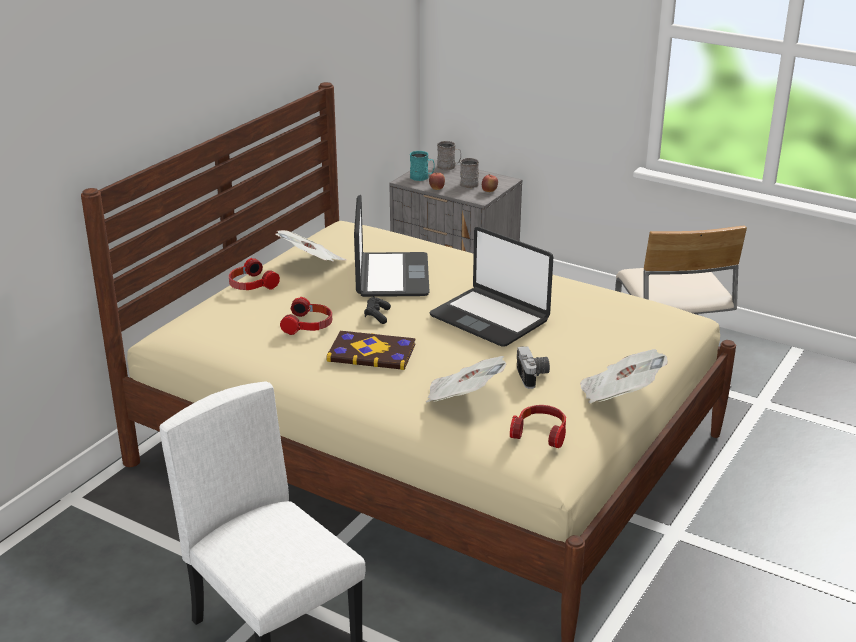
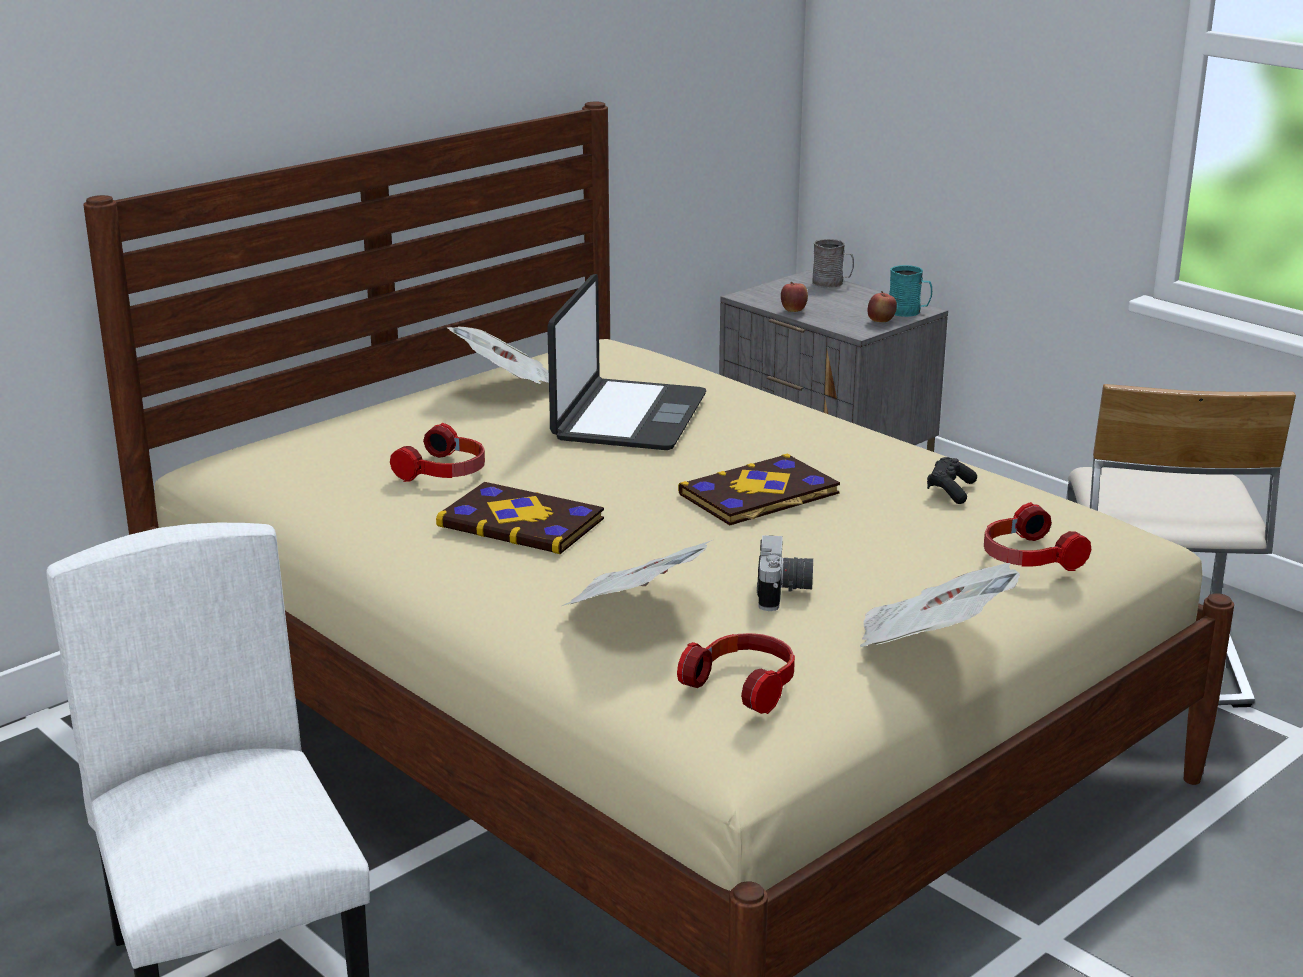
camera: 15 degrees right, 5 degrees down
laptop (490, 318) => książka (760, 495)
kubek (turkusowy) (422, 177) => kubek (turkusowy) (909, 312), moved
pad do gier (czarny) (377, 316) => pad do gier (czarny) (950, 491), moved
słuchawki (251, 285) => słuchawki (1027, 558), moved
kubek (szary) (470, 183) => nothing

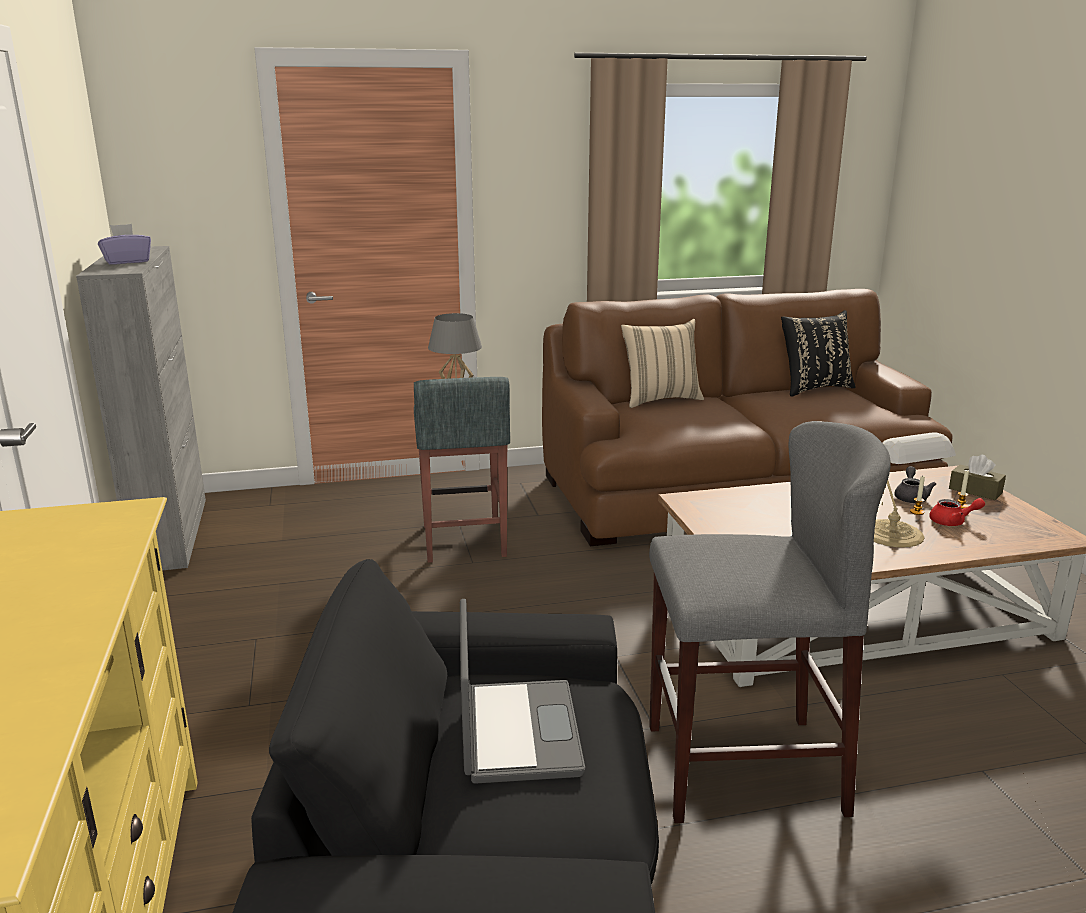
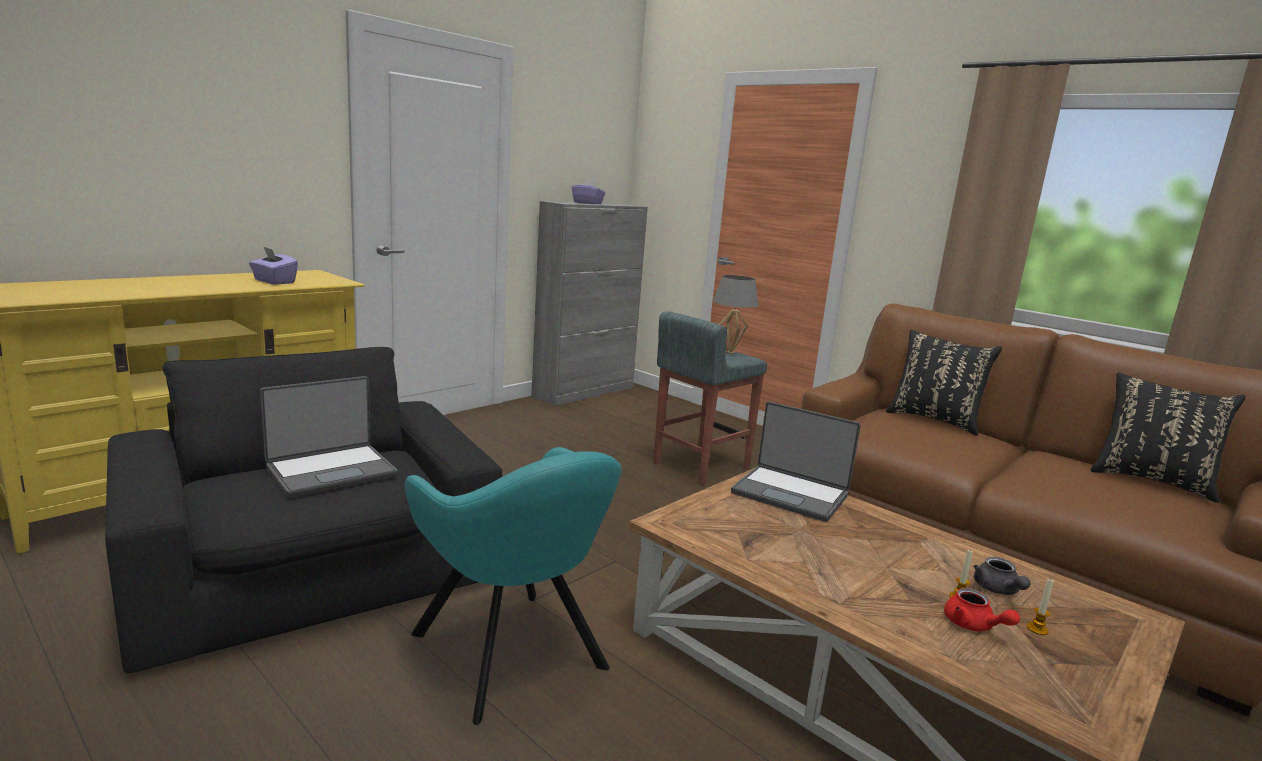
camera: 55 degrees right, 5 degrees down
nothing => pudełko chusteczek (fioletowy) (274, 282)
stołek (szary) (742, 768) => fotel (turkusowy) (512, 655)
nothing => laptop (790, 494)
poduszka (beżowy) (660, 399) => poduszka (czarny) (934, 420)
imbryk (szary) (911, 497) => imbryk (szary) (997, 590), 105 degrees clockwise
lampa stołowa (894, 535) => nothing
pudełko chusteczek (brązowy) (975, 491) => nothing

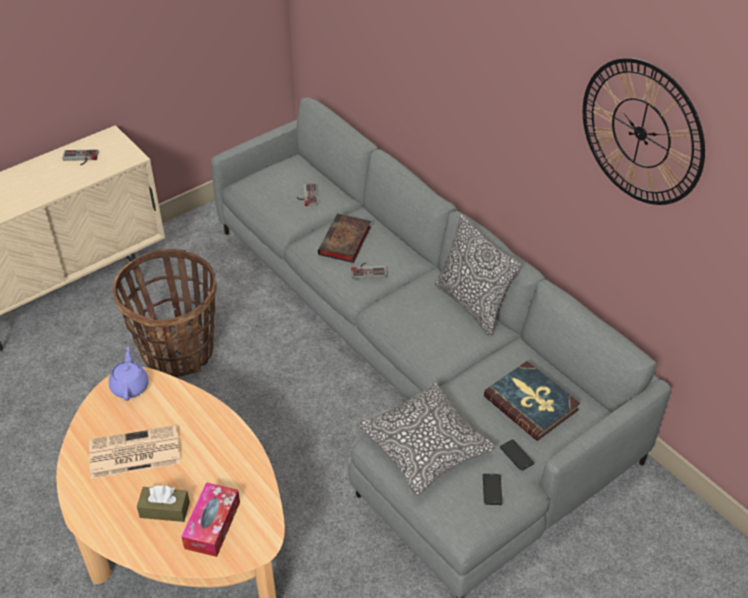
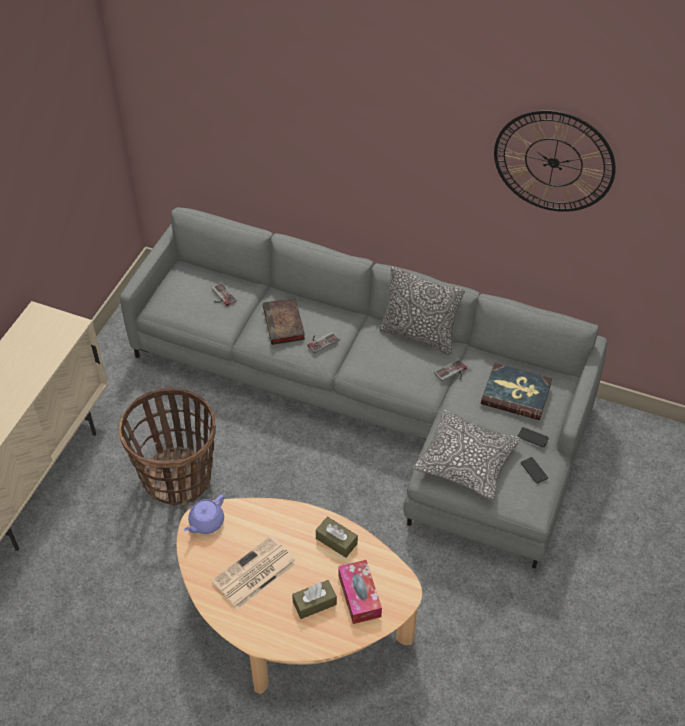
camera: 30 degrees left, 5 degrees up
imbryk (fioletowy) (130, 386) => imbryk (fioletowy) (206, 522), 105 degrees counterclockwise
nothing => pudełko chusteczek (brązowy) (336, 541)
pad do gier (80, 159) => pad do gier (452, 374), moved

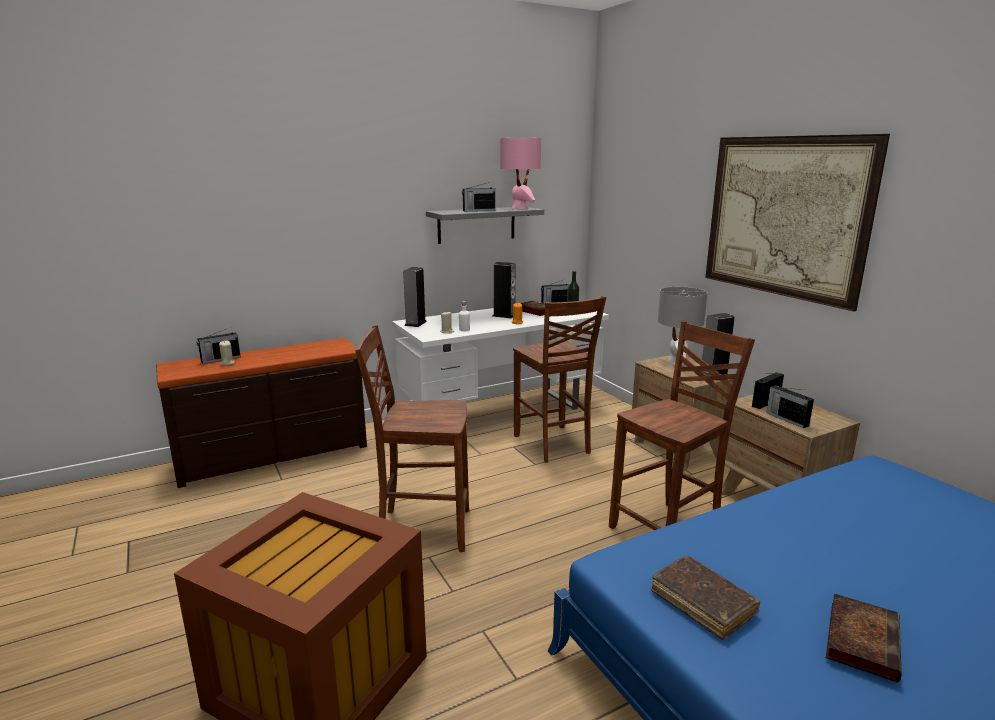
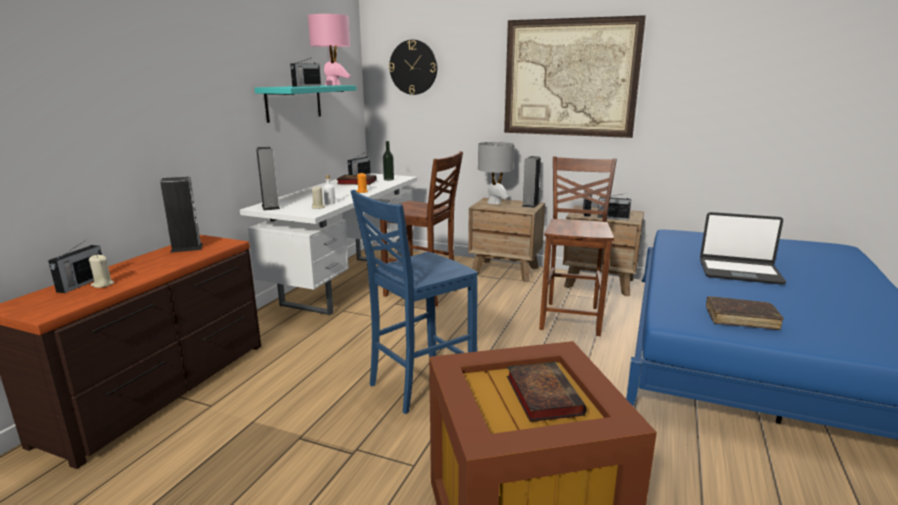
camera: 40 degrees left, 0 degrees up
głośnik (504, 315) => głośnik (186, 248), moved
półka (szary) (476, 224) => półka (turkusowy) (294, 102)
krzesło (brązowy) (422, 528) => krzesło (niebieski) (419, 384)
nothing => zegar ścienny (413, 67)
książka (861, 639) => książka (541, 394), moved
nothing => laptop (739, 272)

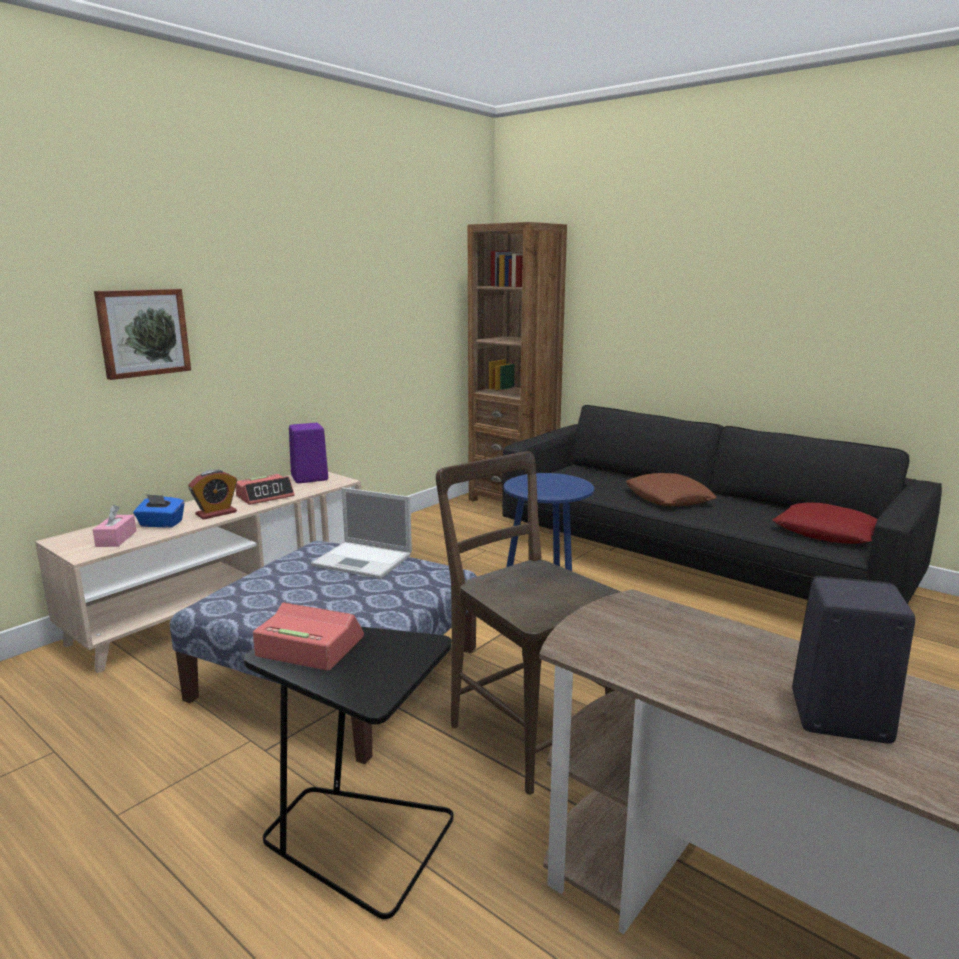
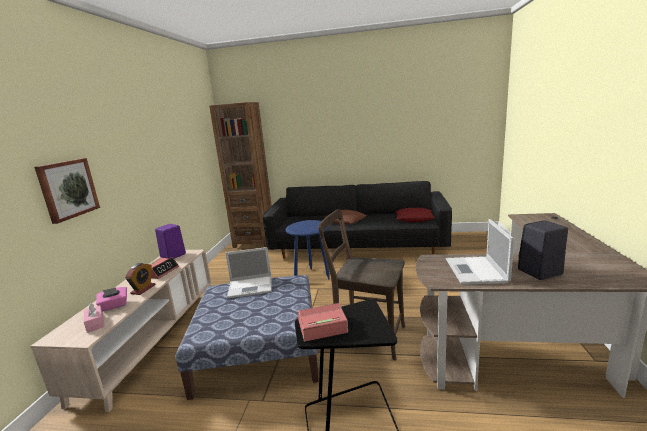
camera: 30 degrees left, 0 degrees up
pudełko chusteczek (niebieski) (161, 524) => pudełko chusteczek (różowy) (114, 306)
nothing => laptop (476, 271)

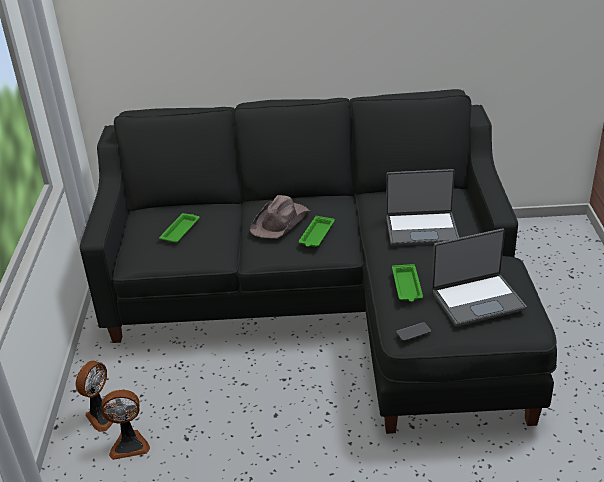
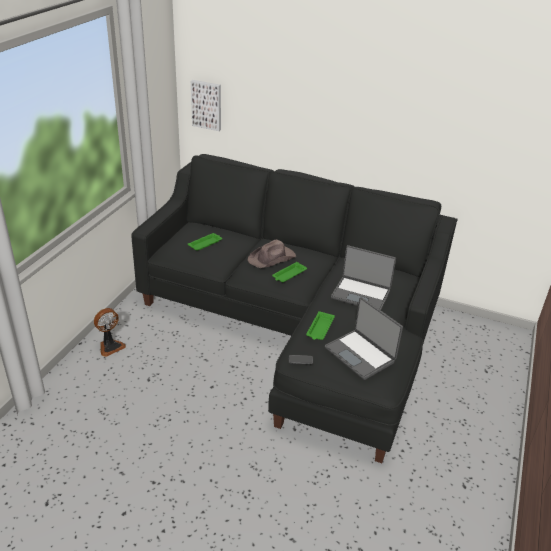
camera: 20 degrees right, 0 degrees up
nothing => obraz (207, 105)
laptop (477, 300) => laptop (360, 354), 45 degrees clockwise
wentylator (129, 444) => nothing

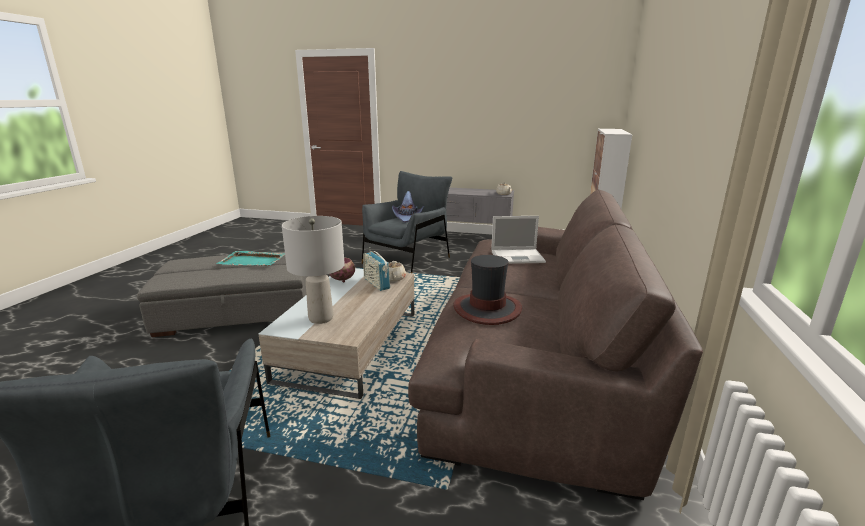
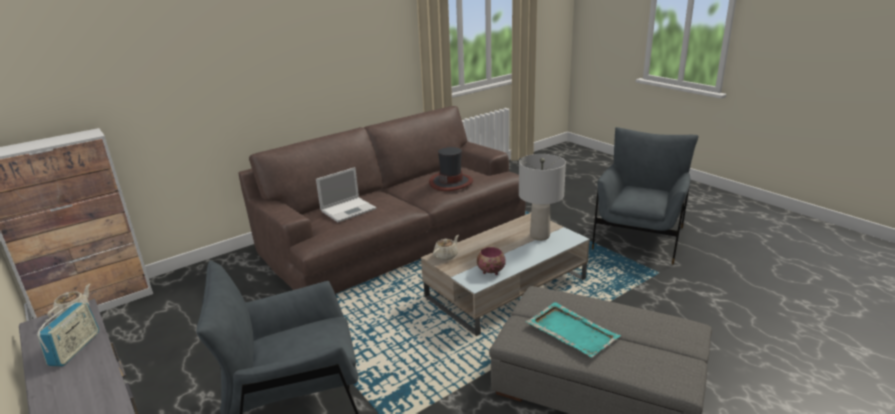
camera: 140 degrees left, 5 degrees up
radio (376, 283) => radio (75, 349), moved
laptop (518, 257) => laptop (349, 209), 105 degrees clockwise
kapelusz (fioletowy) (407, 217) => nothing

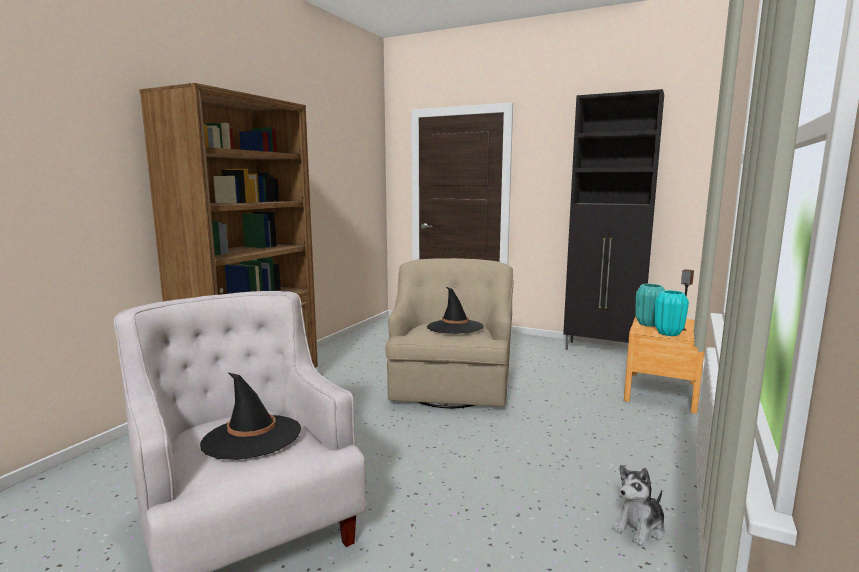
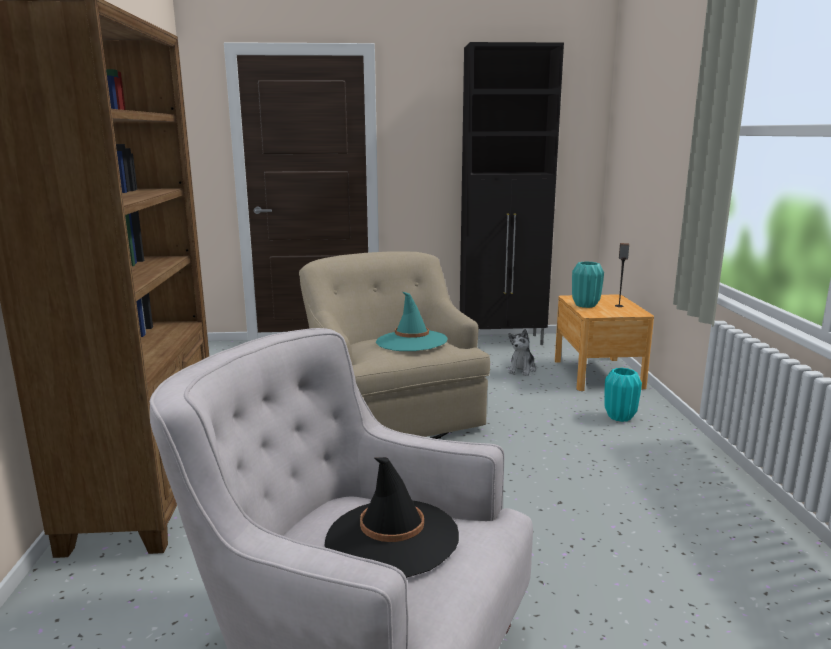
camera: 30 degrees left, 5 degrees up
kapelusz (czarny) (455, 327) => kapelusz (turkusowy) (411, 341)
pluszak (640, 528) => pluszak (522, 369), moved
wazon (turkusowy) (669, 333) => wazon (turkusowy) (620, 417), moved

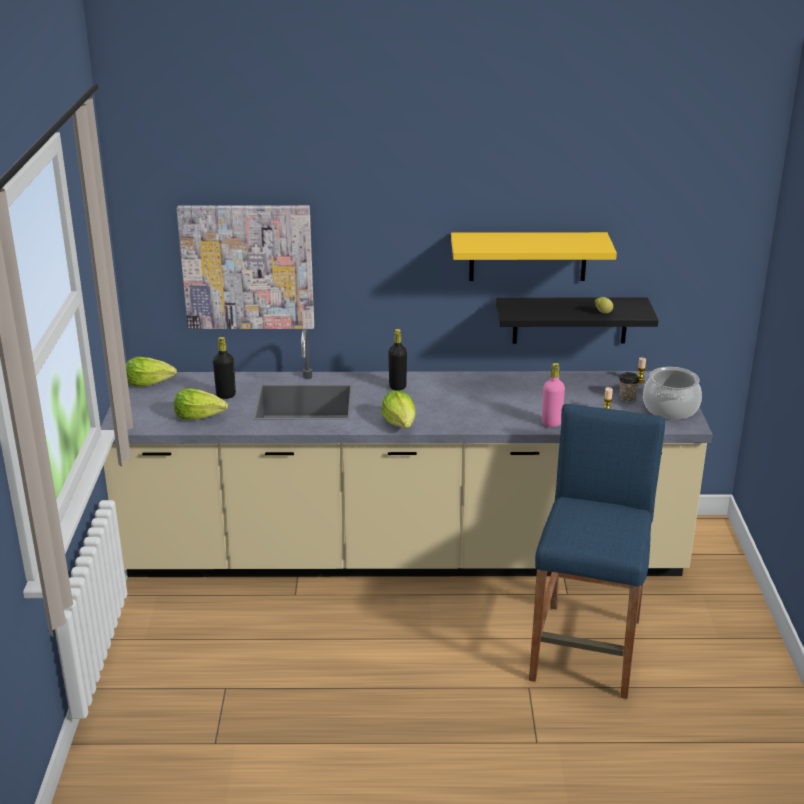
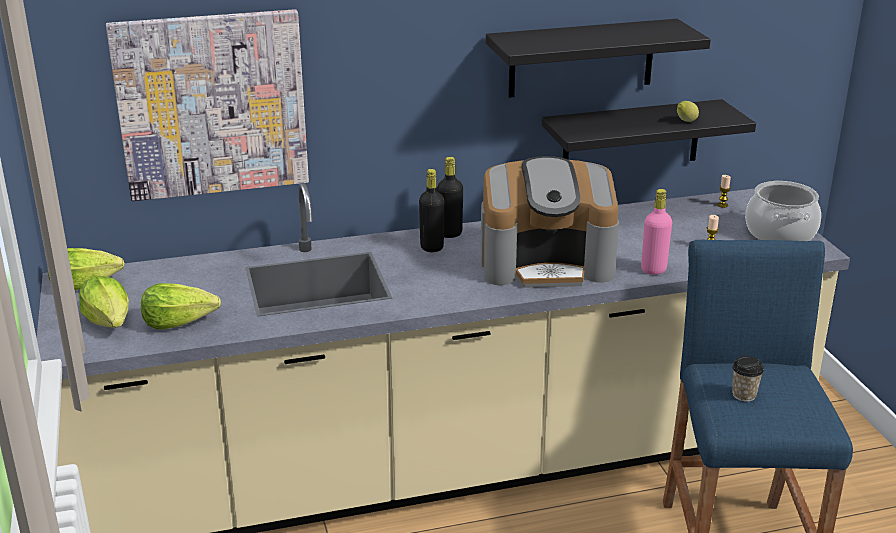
camera: 15 degrees left, 0 degrees up
sałata (400, 423) => sałata (110, 322), moved
butelka (czarny) (226, 395) => butelka (czarny) (450, 233), moved
nothing => ekspres do kawy (547, 263)
półka (żółty) (528, 256) => półka (czarny) (581, 58)
filiżanka (627, 398) => filiżanka (744, 395), moved

